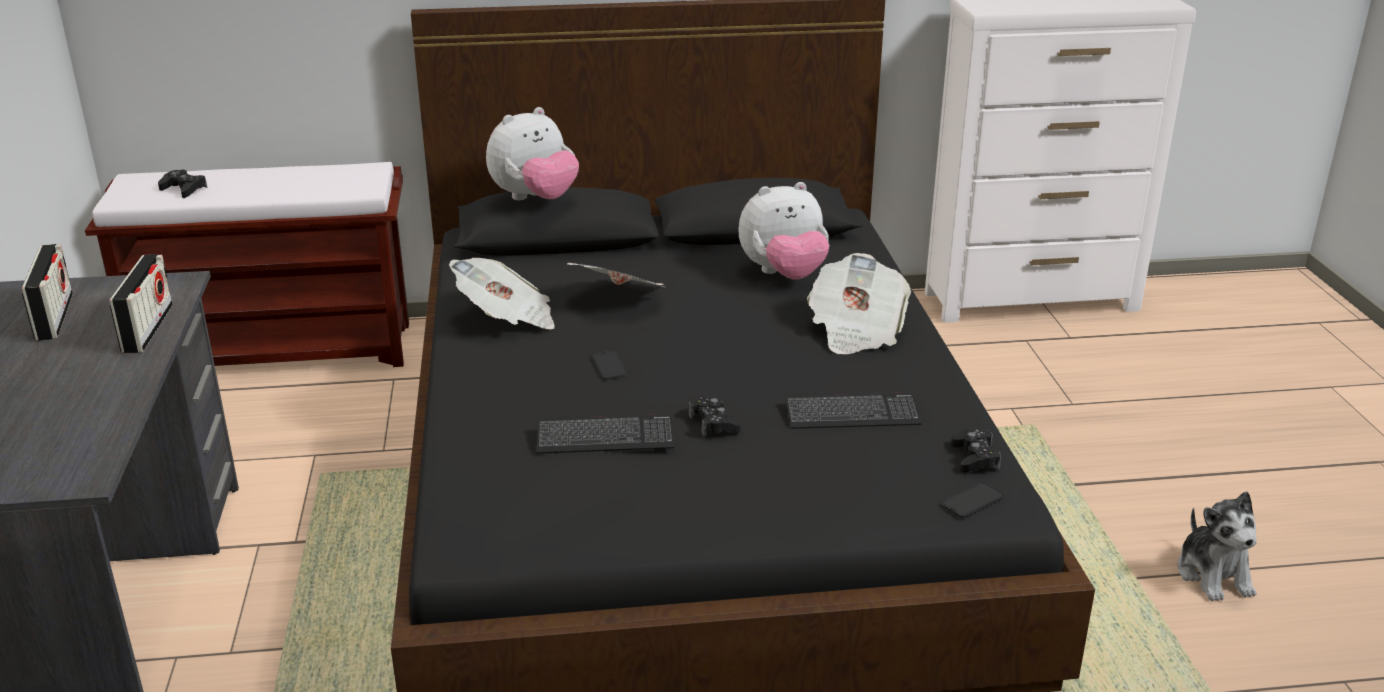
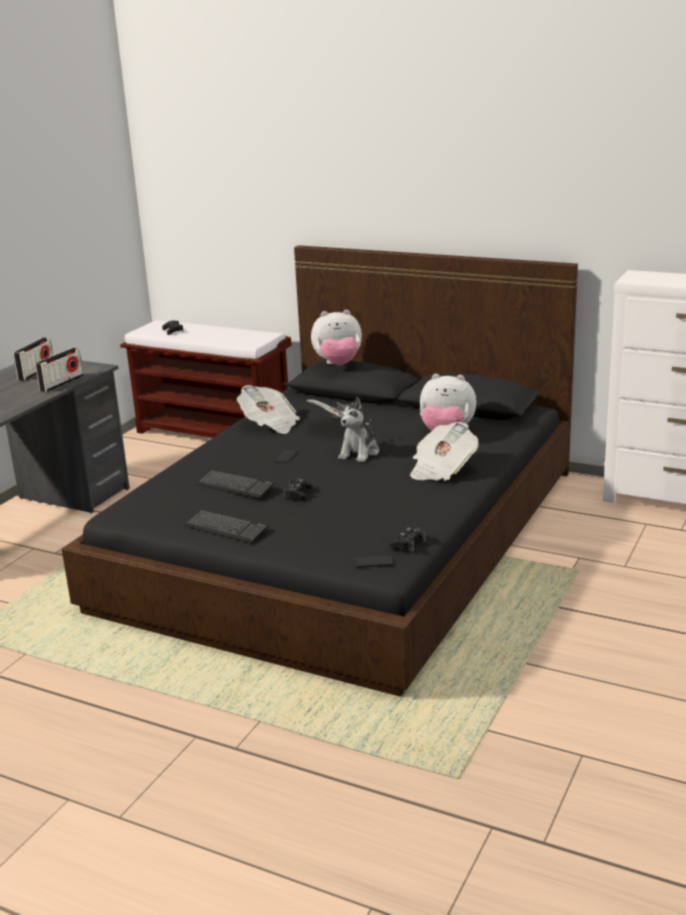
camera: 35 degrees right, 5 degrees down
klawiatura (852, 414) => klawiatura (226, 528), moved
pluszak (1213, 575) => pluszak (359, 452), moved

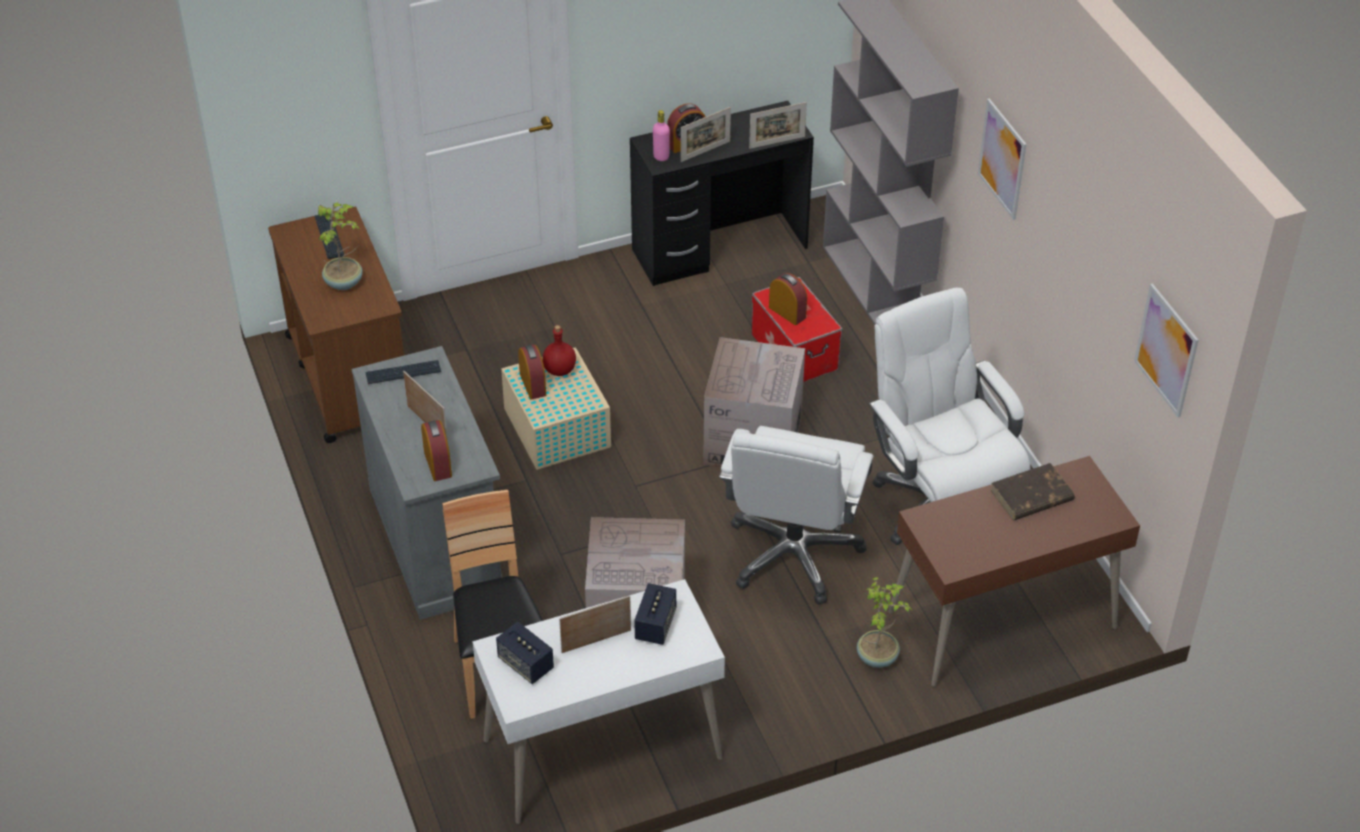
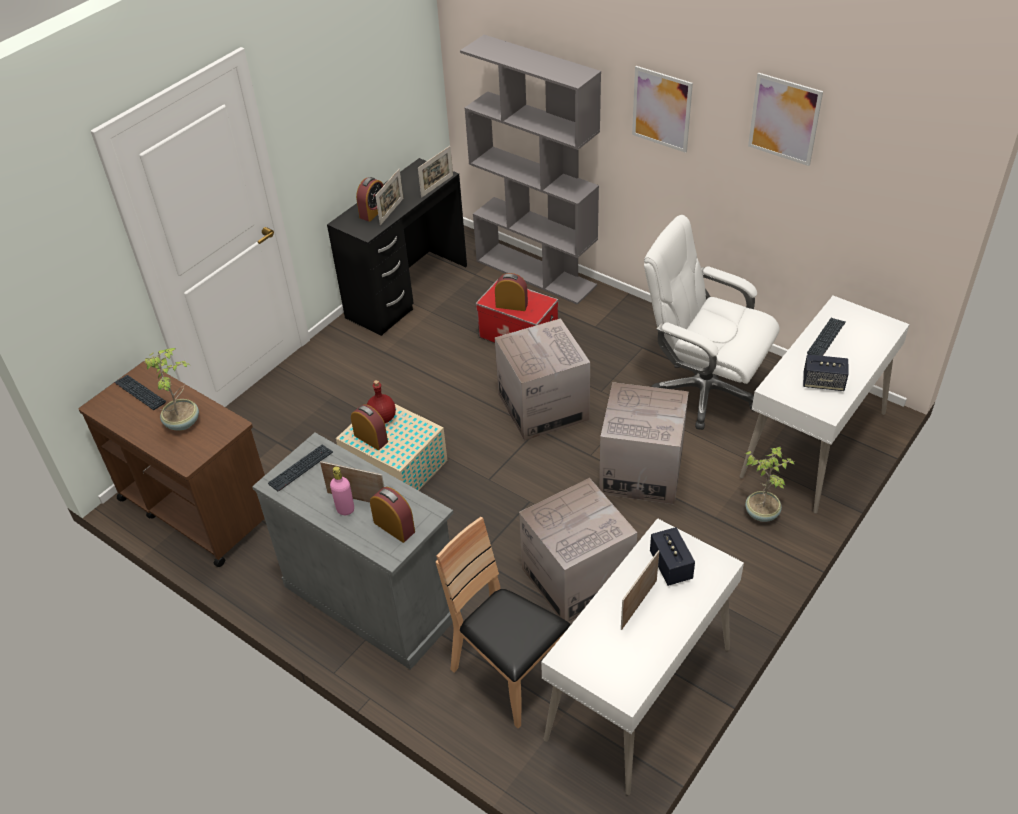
camera: 30 degrees left, 0 degrees up
butelka (różowy) (661, 156) => butelka (różowy) (345, 509), moved
krzesło biurowe (biały) (793, 554) => karton (641, 471)
biurko (brązowy) (1002, 621) => biurko (biały) (814, 445)
obraz (1166, 350) => obraz (784, 119), moved
głośnik (525, 664) => głośnik (823, 383), moved
książka (brązowy) (1031, 496) => klawiatura (826, 338)

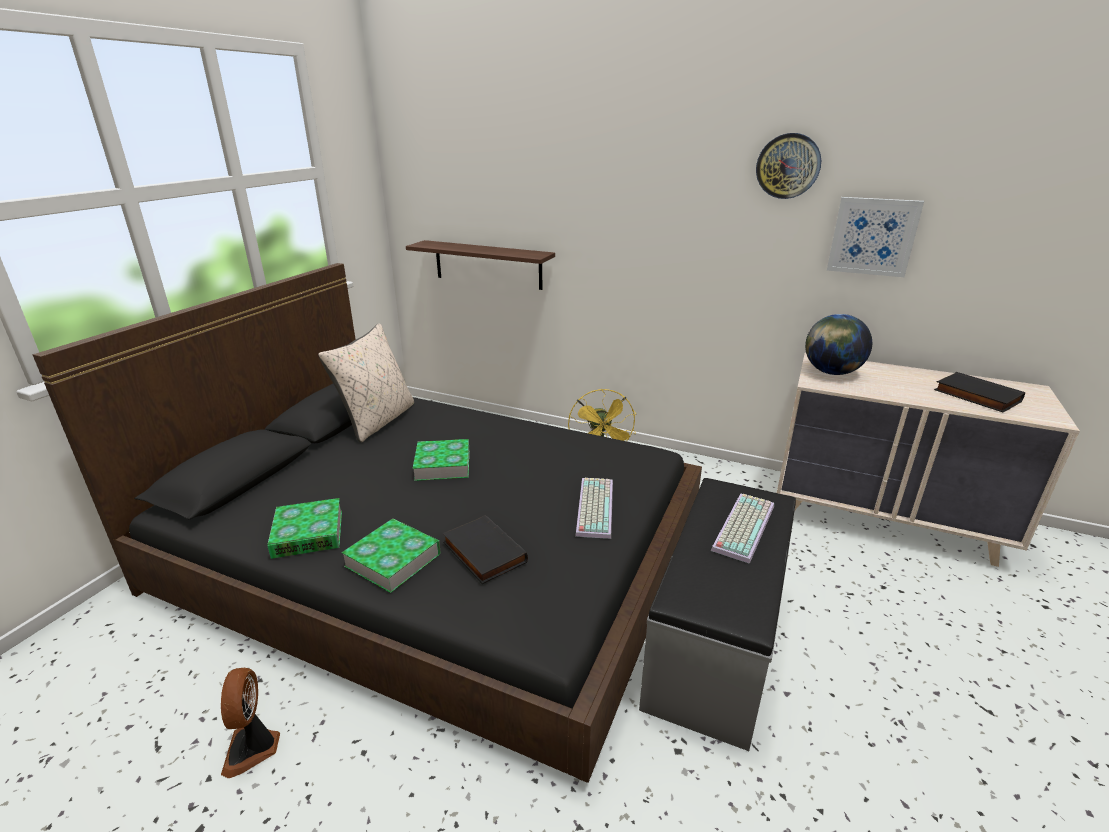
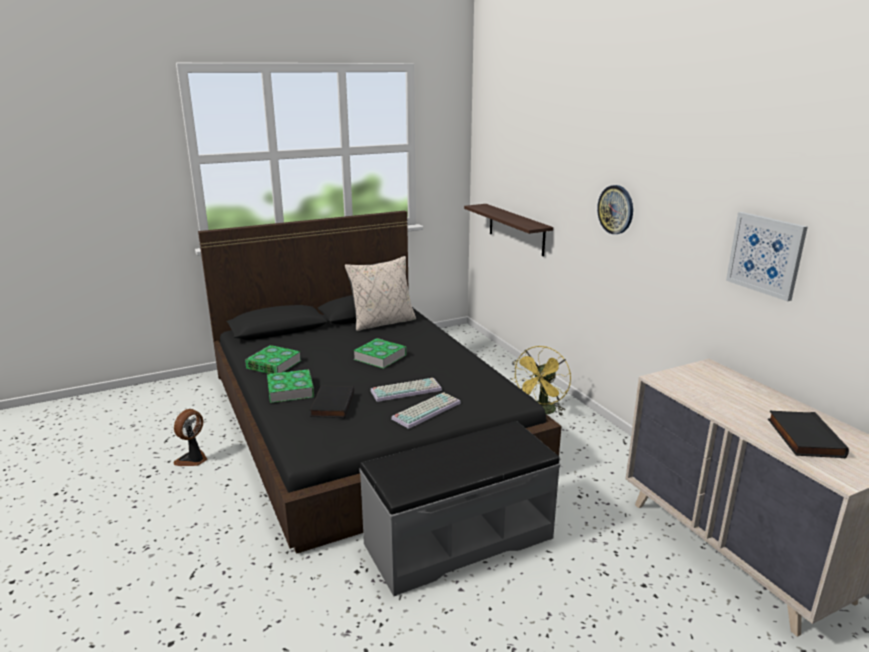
camera: 40 degrees right, 5 degrees down
klawiatura (742, 526) => klawiatura (406, 390), moved
zegar ścienny (788, 166) => zegar ścienny (616, 209), moved
globus (831, 372) => nothing

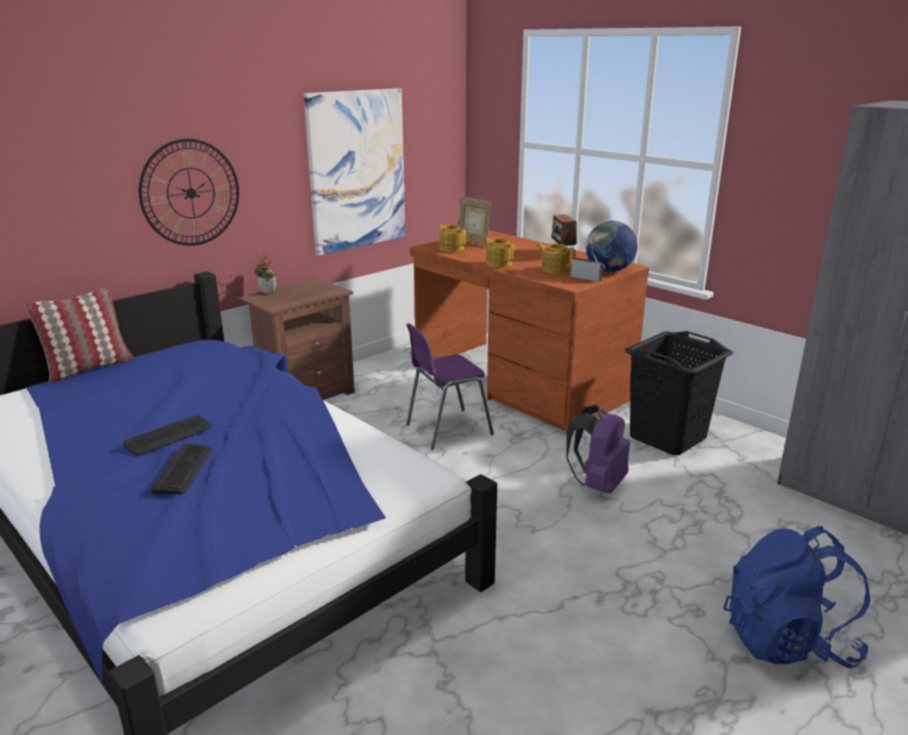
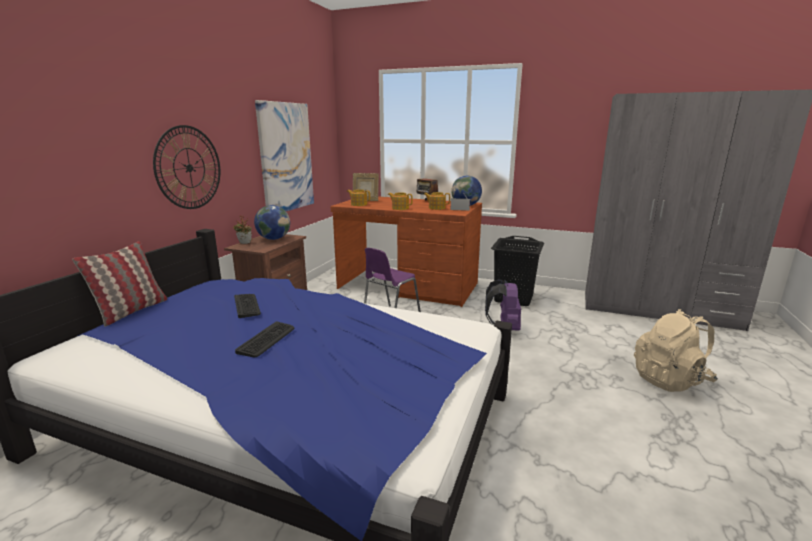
camera: 25 degrees left, 5 degrees down
klawiatura (183, 469) => klawiatura (247, 306), moved
nothing => globus (274, 239)
plecak (niebieski) (787, 641) => plecak (beżowy) (670, 380)

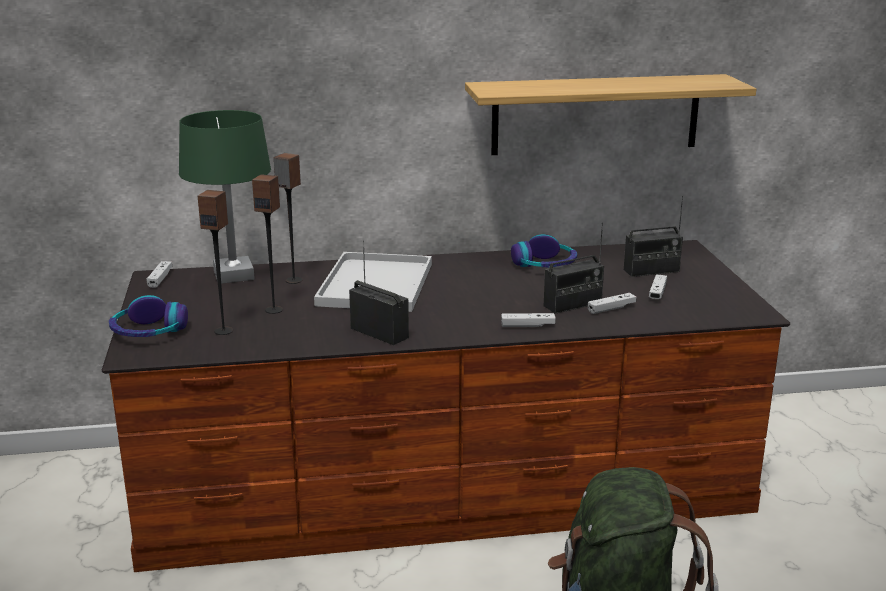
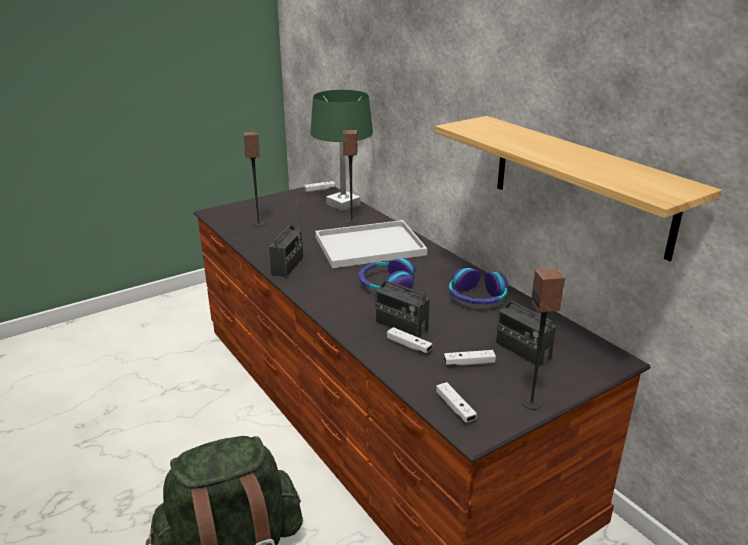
camera: 65 degrees right, 5 degrees up
słuchawki (148, 332) => słuchawki (386, 284), moved
pad do gier (biały) (528, 326) => pad do gier (biały) (455, 408), moved
głośnik (274, 310) => głośnik (532, 403), moved

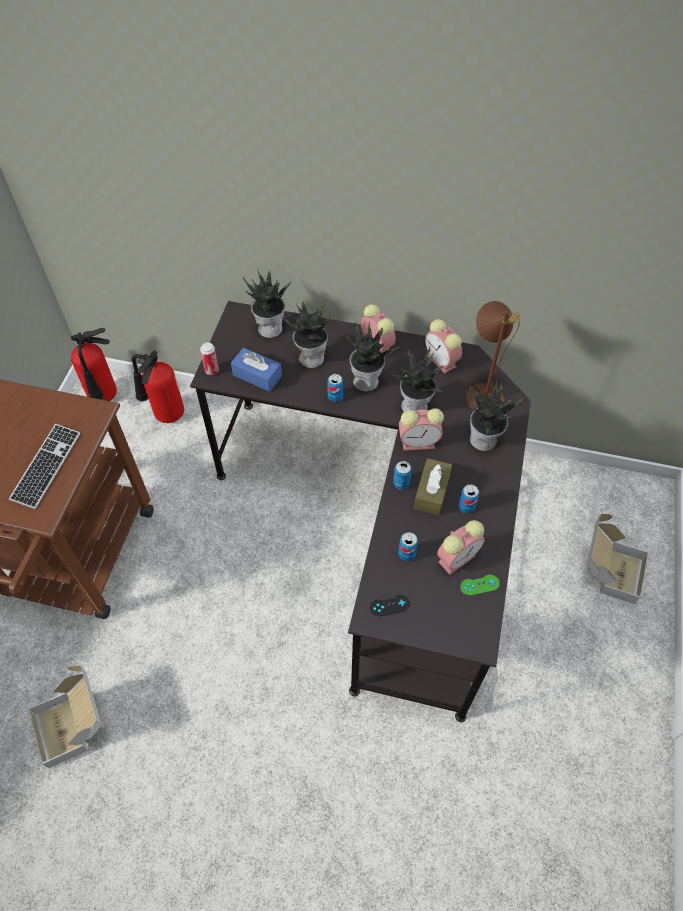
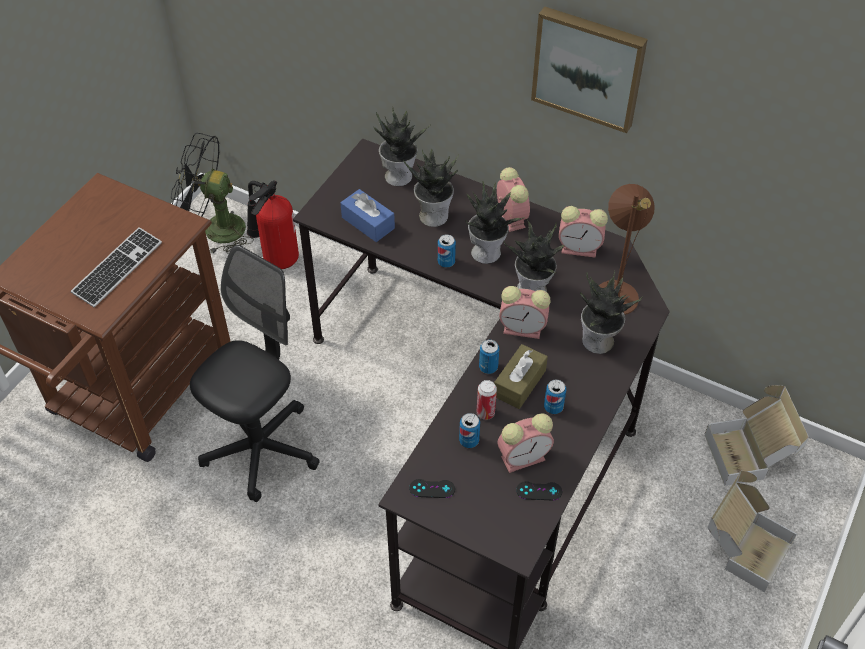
camera: 15 degrees right, 5 degrees down
gaśnica (104, 399) => wentylator (czarny) (215, 229)
nothing => krzesło biurowe (czarny) (261, 449)
puszka (212, 370) => puszka (485, 413), moved
pad do gier (zielony) (479, 585) => pad do gier (czarny) (539, 491)
nothing => obraz (589, 67)
budzik (442, 361) => budzik (580, 248), 60 degrees counterclockwise
karton (76, 725) => karton (749, 454), moved

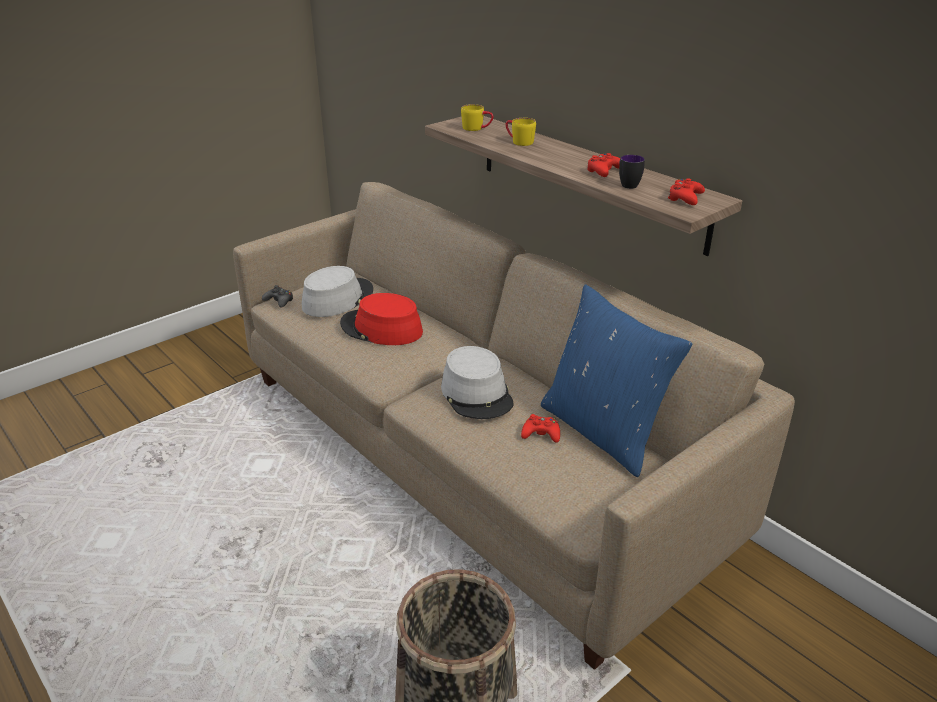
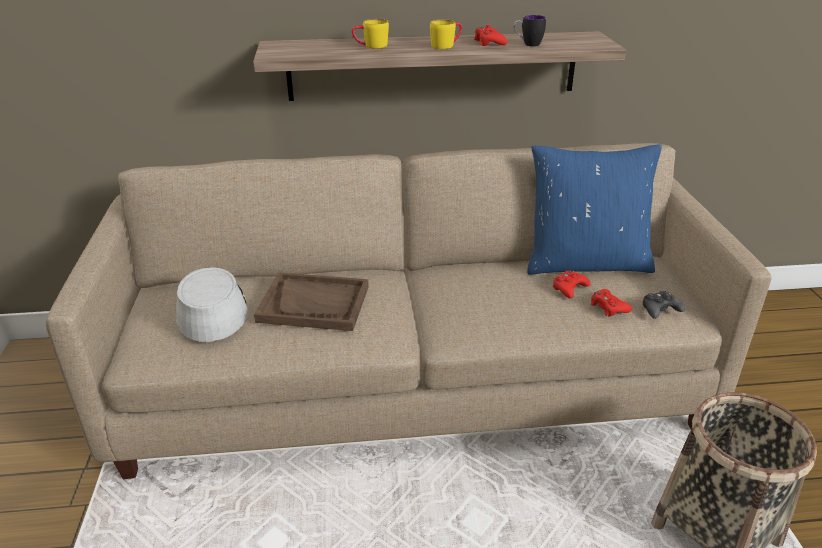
camera: 55 degrees left, 0 degrees up
kapelusz (czerwony) (381, 329) => taca (brązowy) (314, 304)
kubek (żółty) (477, 128) => kubek (żółty) (446, 45), moved
pad do gier (czerwony) (685, 198) => pad do gier (czerwony) (608, 307), moved
pad do gier (czarny) (279, 301) => pad do gier (czarny) (660, 309), moved
kapelusz (szary) (477, 394) => nothing

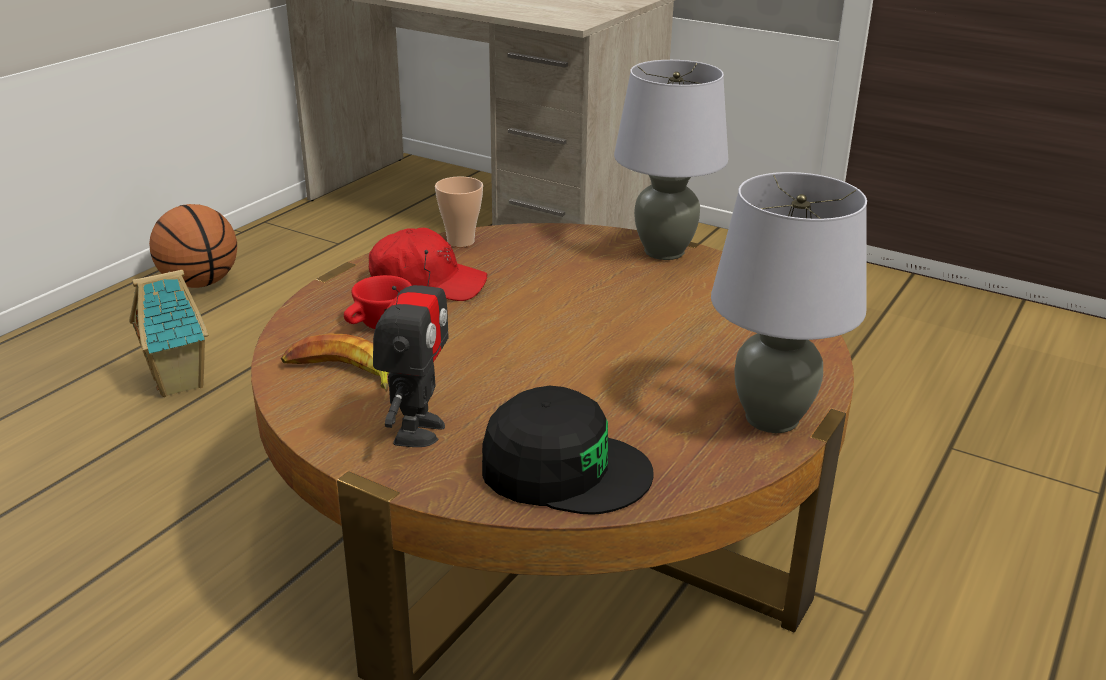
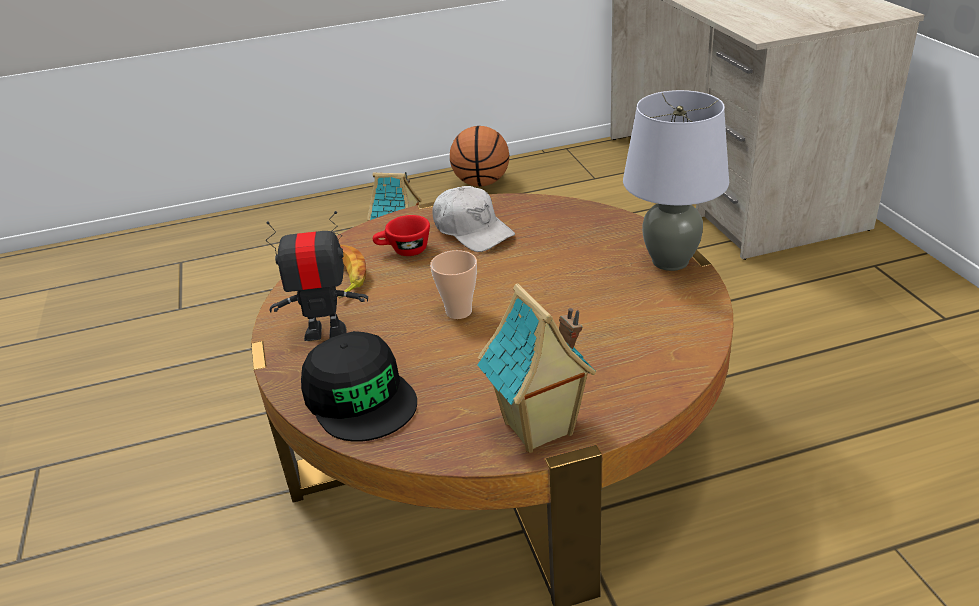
camera: 45 degrees right, 5 degrees up
robot zabawkowy (417, 430) => robot zabawkowy (325, 332), 150 degrees counterclockwise
filiżanka (460, 241) => filiżanka (459, 311), moved
czapka z daszkiem (czerwony) (427, 283) => czapka z daszkiem (biały) (472, 230)
lampa stołowa (szary) (772, 418) => domek (539, 430)

